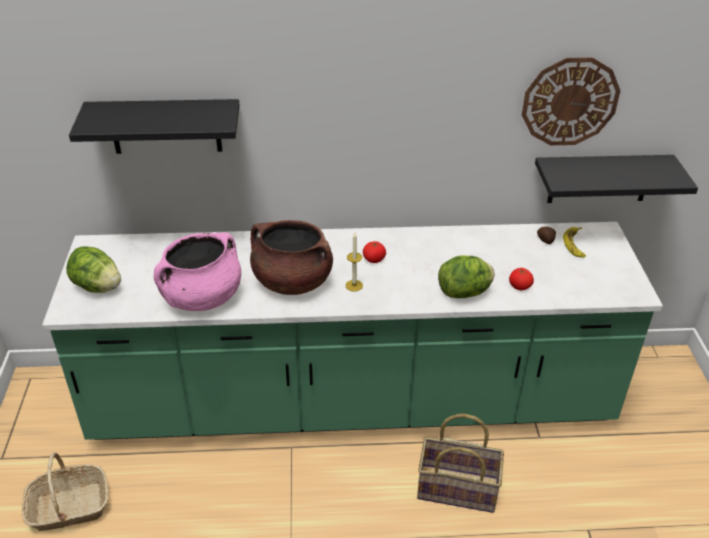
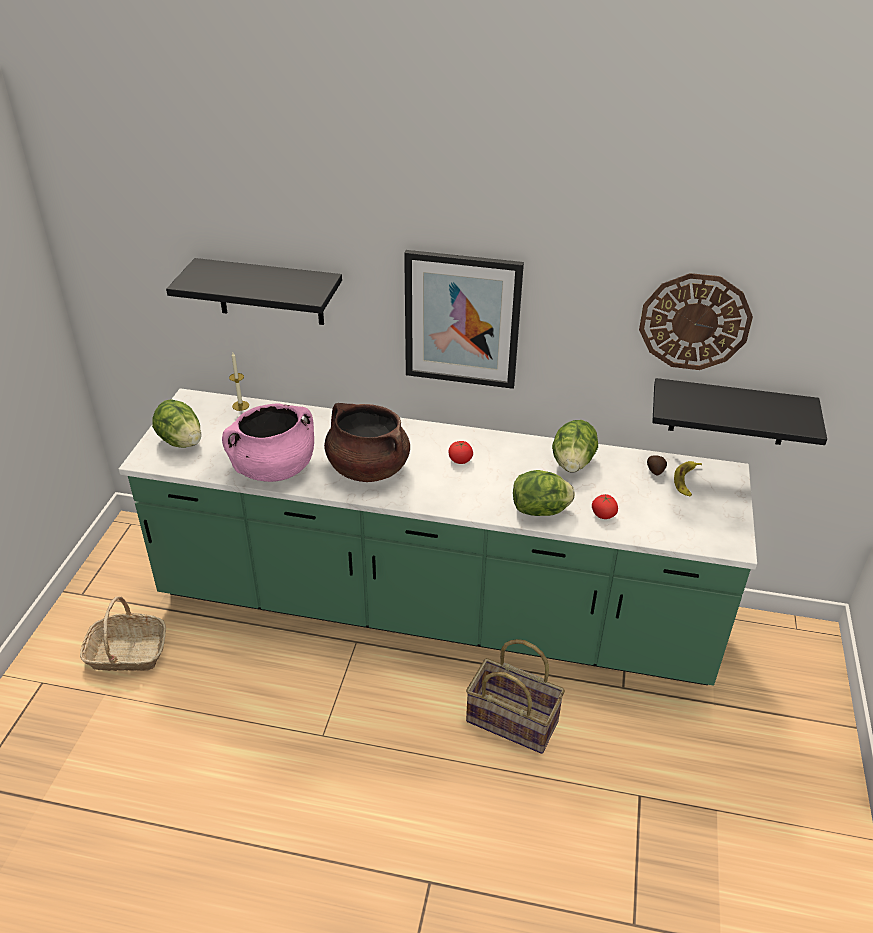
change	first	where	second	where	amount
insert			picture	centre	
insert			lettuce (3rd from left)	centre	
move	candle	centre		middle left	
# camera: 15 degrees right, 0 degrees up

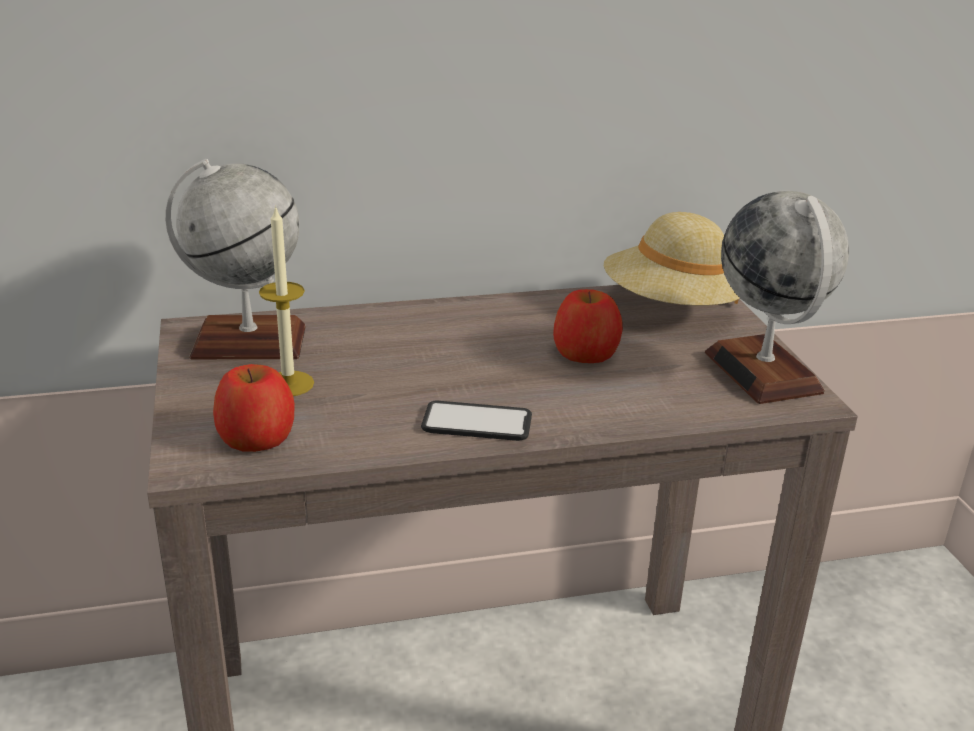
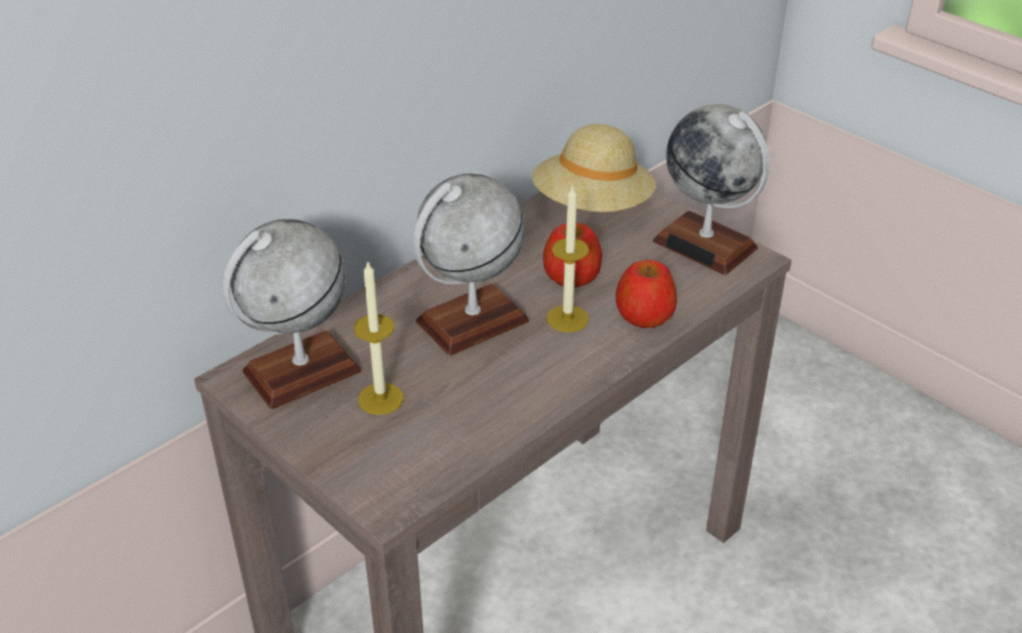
change	first	where	second	where	amount
delete	phone	centre			
insert			globe (2nd from left)	centre	
insert			candle (2nd from left)	centre	
move	apple (1st from left in the first image)	middle left	apple (2nd from left)	centre	
# camera: 30 degrees left, 10 degrees up

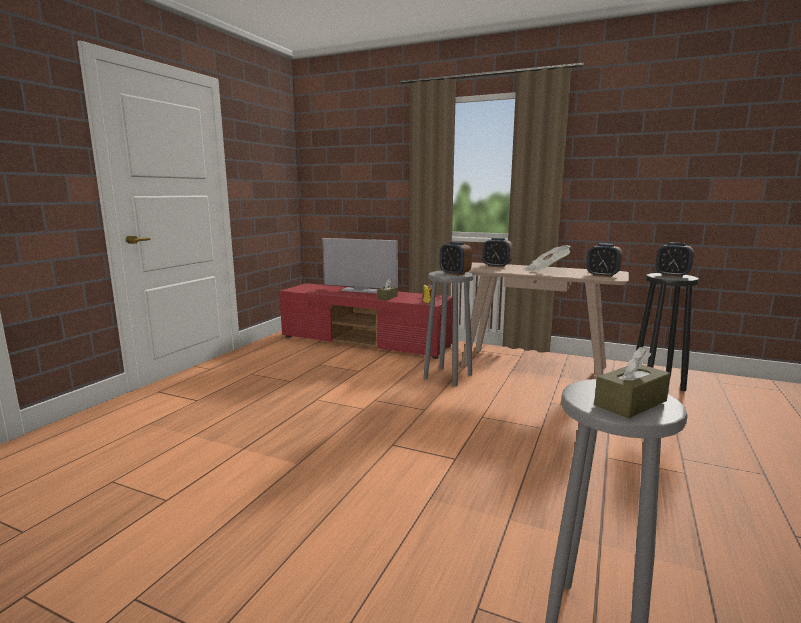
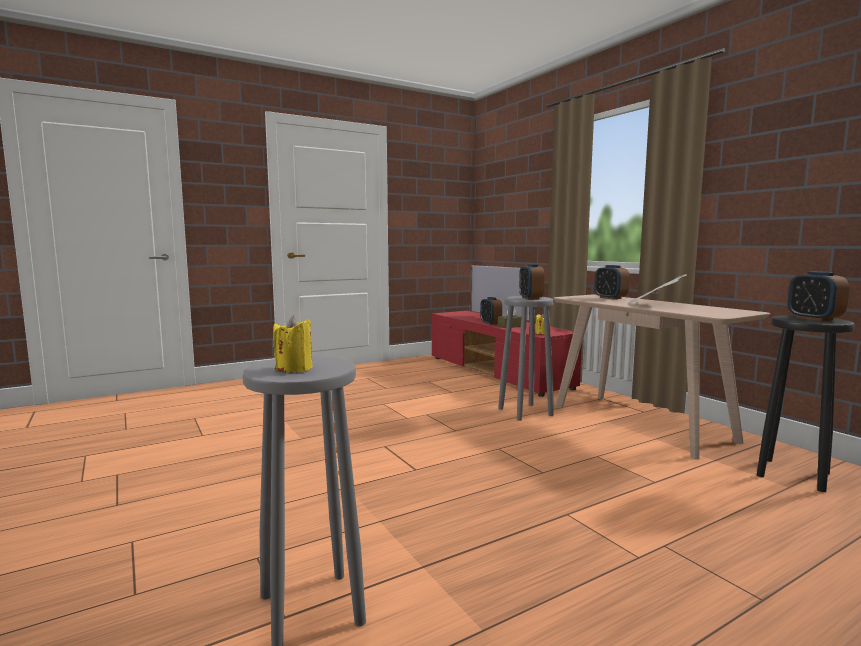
change	first	where	second	where	amount
move	alarm clock (3rd from left in the first image)	middle right	alarm clock (1st from left)	centre	
replace	tissue box (brown) (2nd from left)	middle right	candle (yellow) (1st from left)	centre	
# camera: 35 degrees right, 5 degrees down

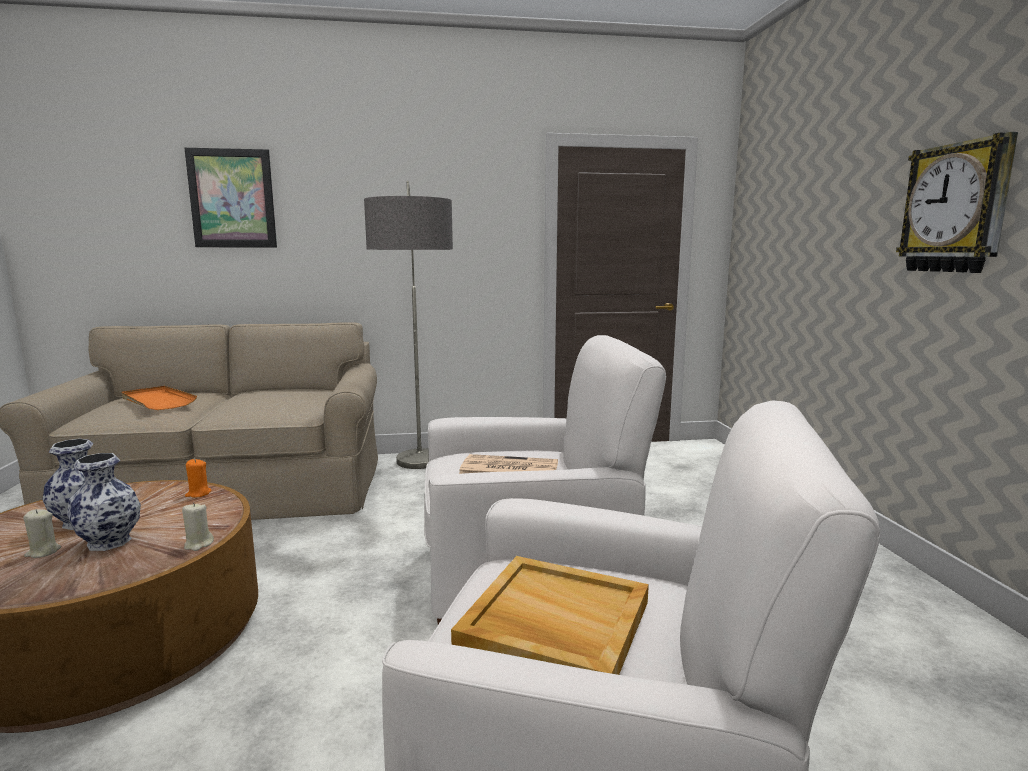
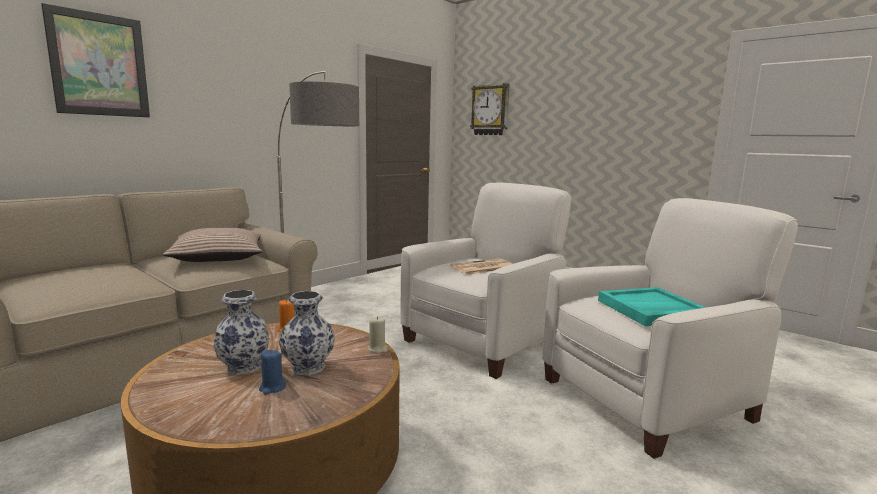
change	first	where	second	where	amount
delete	tray (orange)	middle left			
insert			pillow	middle left	
move	wall clock	top right		top centre	
recolor	candle (beige) (1st from left)	bottom left	candle (blue)	bottom left	
recolor	tray (beige)	bottom centre	tray (turquoise)	middle right	
# camera: 40 degrees left, 0 degrees up

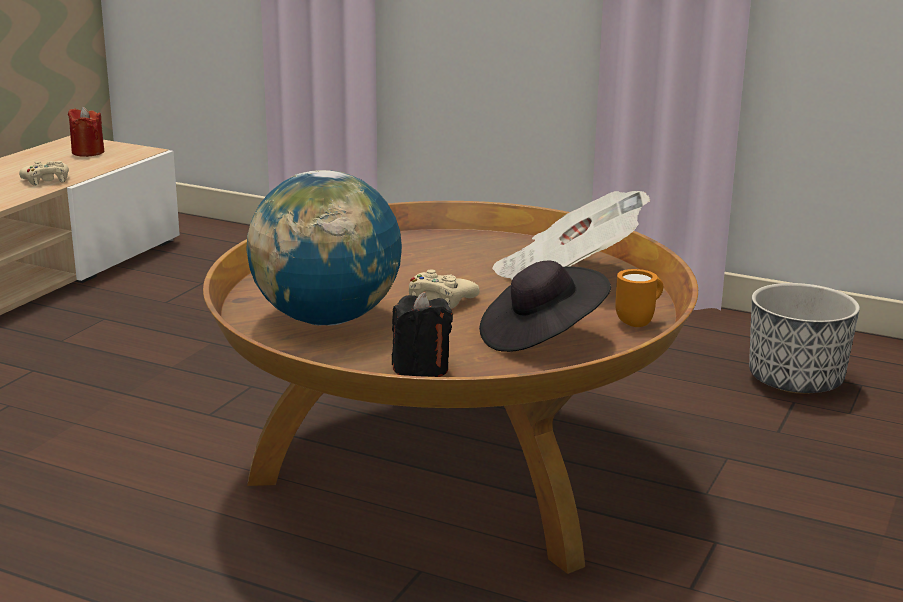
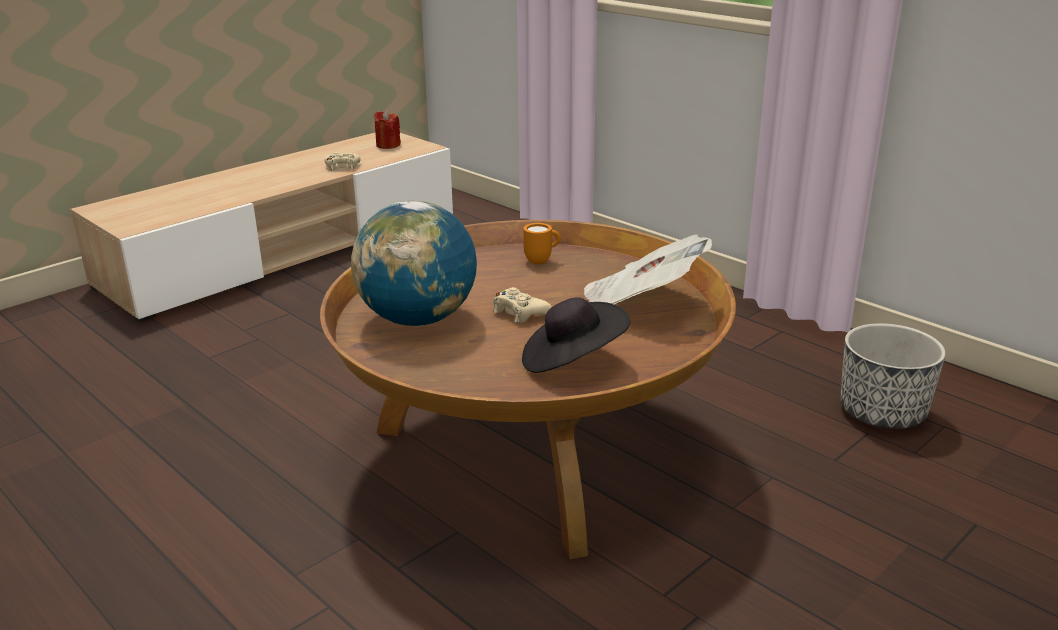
change	first	where	second	where	amount
delete	candle (black)	centre			
move	mug (orange)	middle right		centre	
# camera: 20 degrees right, 5 degrees up

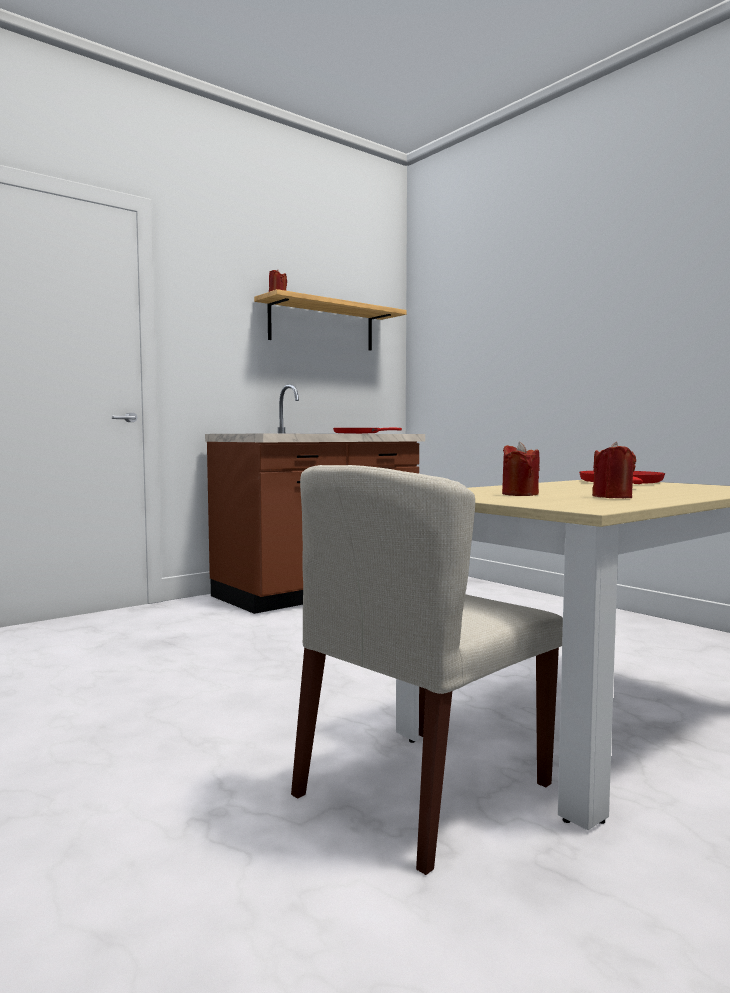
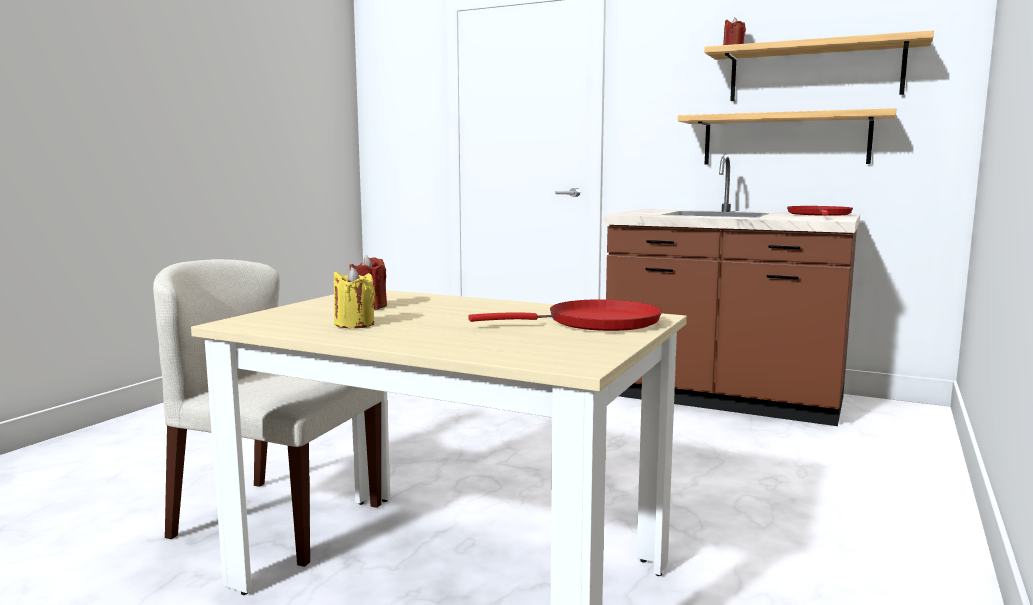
change	first	where	second	where	amount
insert			shelf (1st from left)	top right	
recolor	candle (red) (3rd from left)	middle right	candle (yellow)	centre	
# camera: 65 degrees right, 5 degrees up

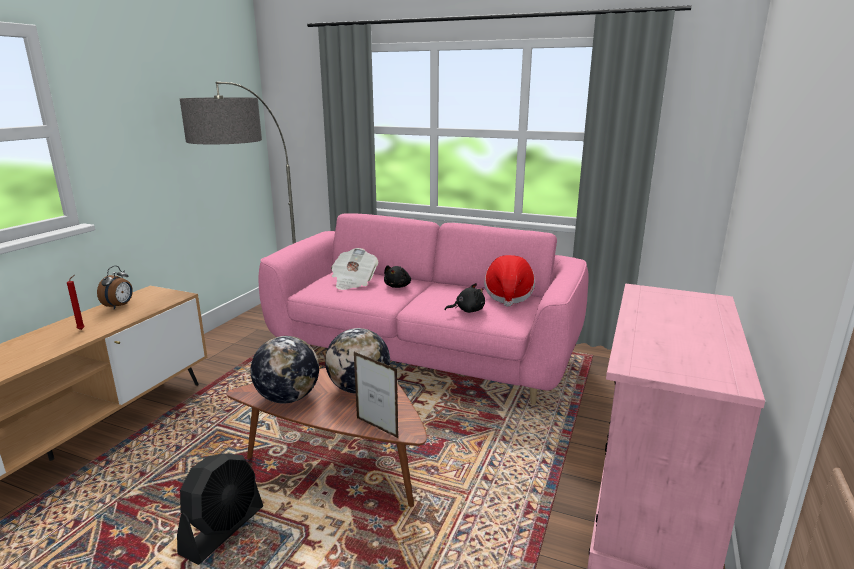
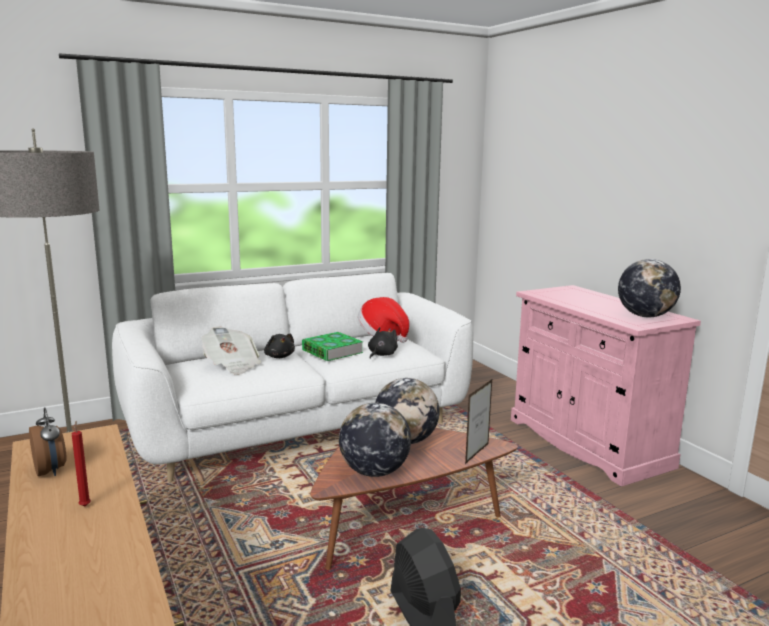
change	first	where	second	where	amount
insert			book	centre	
insert			globe (3rd from left)	middle right	
recolor	sofa (pink)	centre	sofa (white)	centre	
rotate	picture frame	bottom centre		bottom centre	45 degrees counterclockwise
# camera: 50 degrees left, 5 degrees down

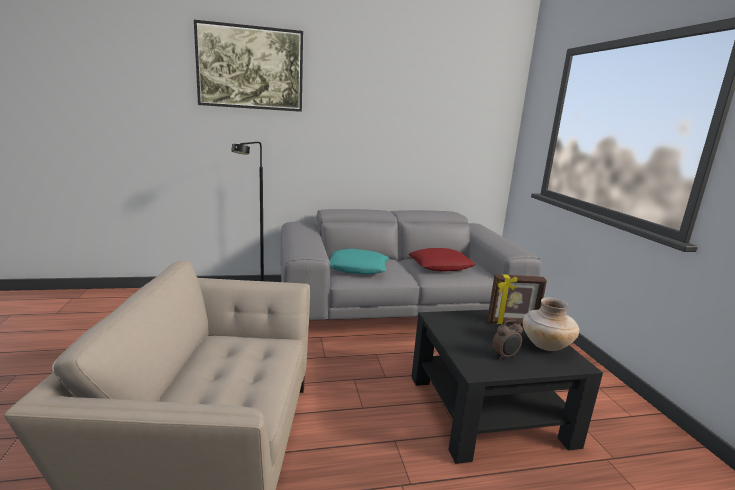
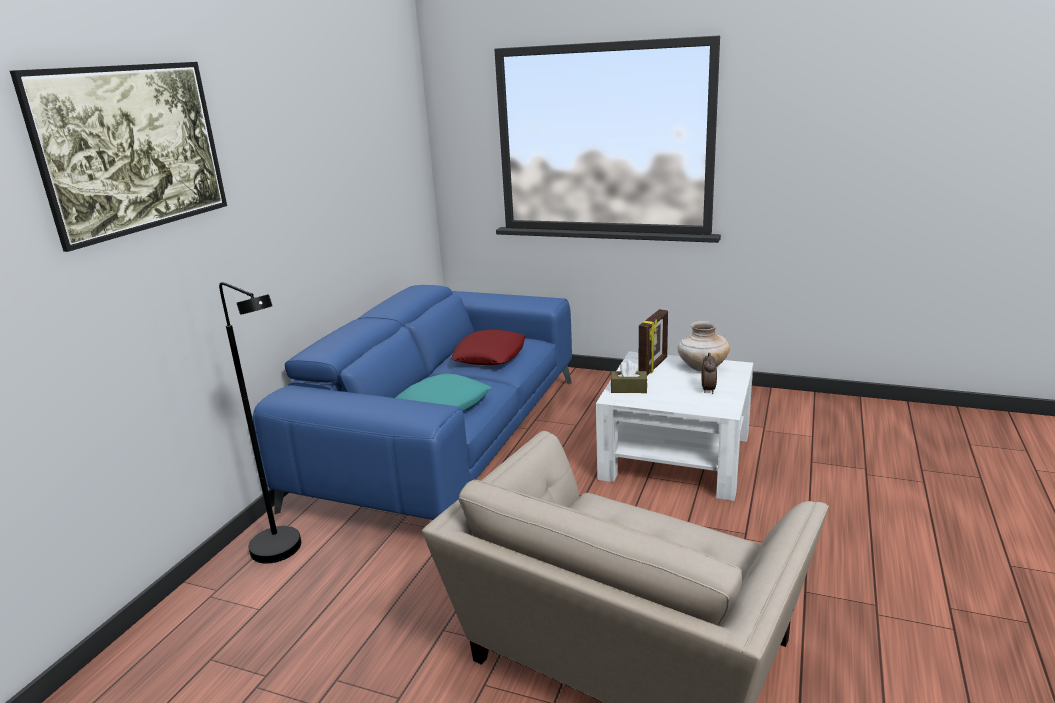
change	first	where	second	where	amount
insert			tissue box (brown)	centre	
recolor	sofa (grey)	centre	sofa (blue)	centre	
recolor	coffee table (black)	bottom right	coffee table (white)	centre	
# camera: 55 degrees left, 5 degrees up

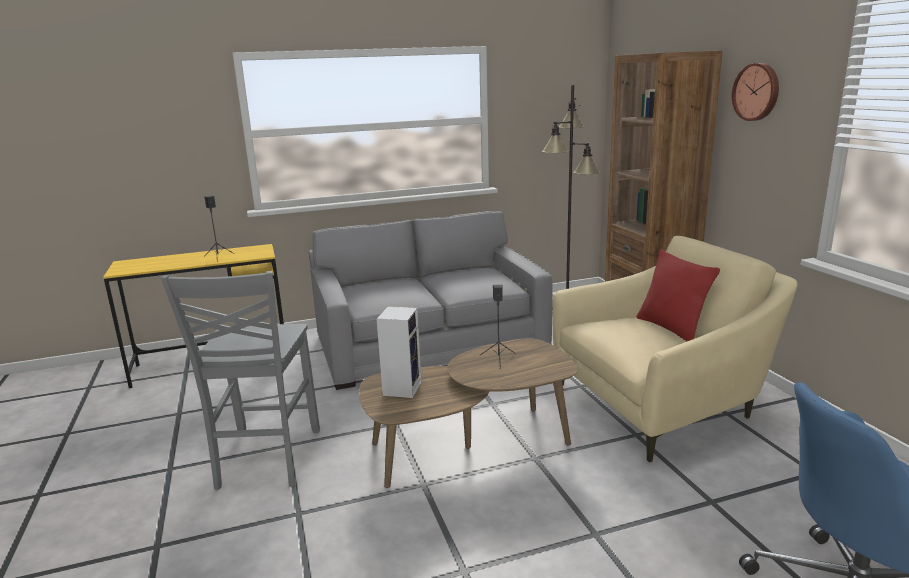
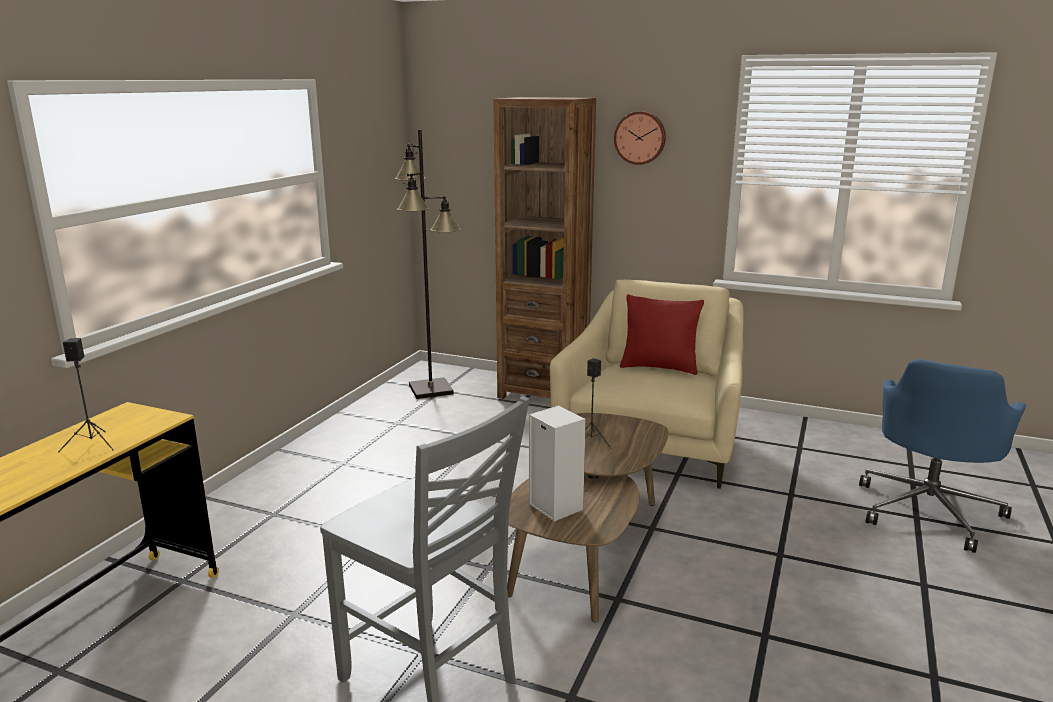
change	first	where	second	where	amount
delete	sofa (grey)	centre			
# camera: 50 degrees left, 0 degrees up

